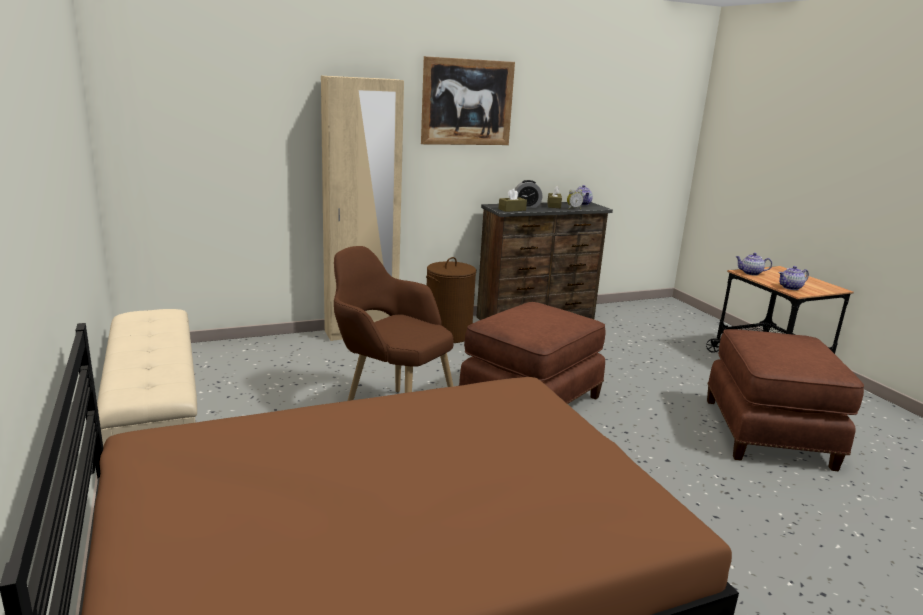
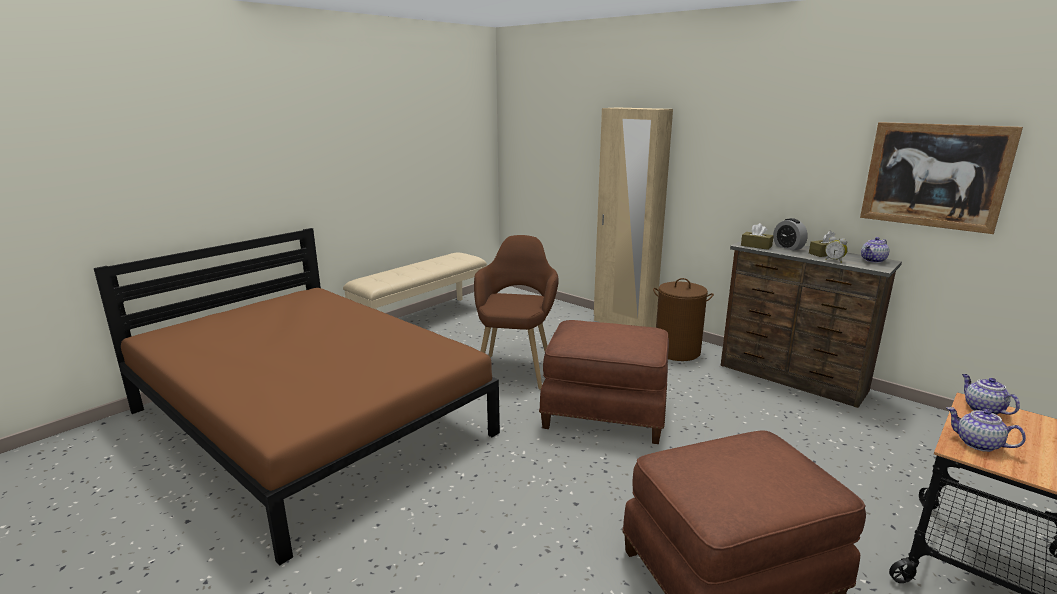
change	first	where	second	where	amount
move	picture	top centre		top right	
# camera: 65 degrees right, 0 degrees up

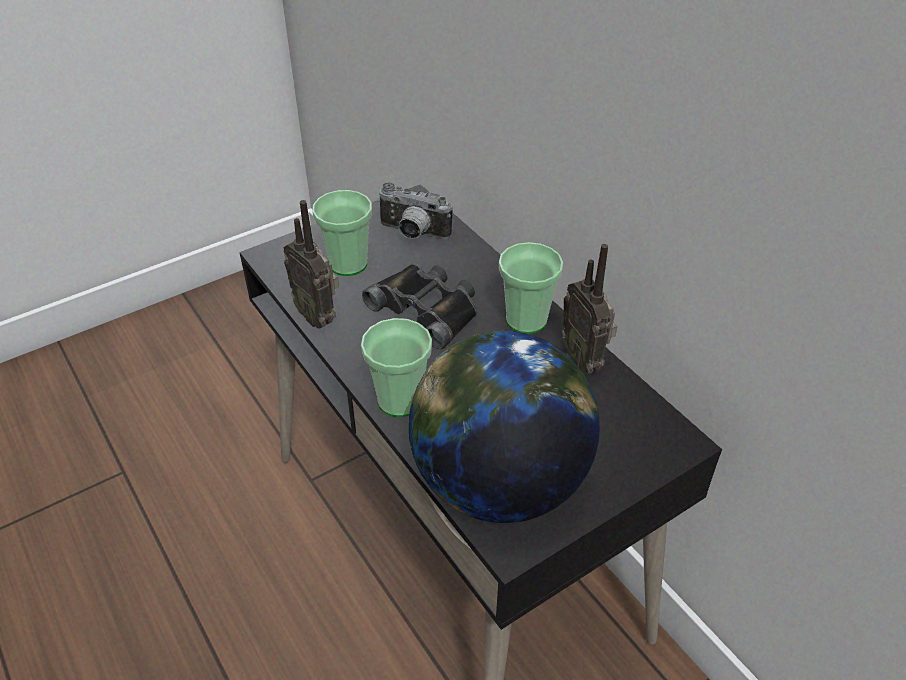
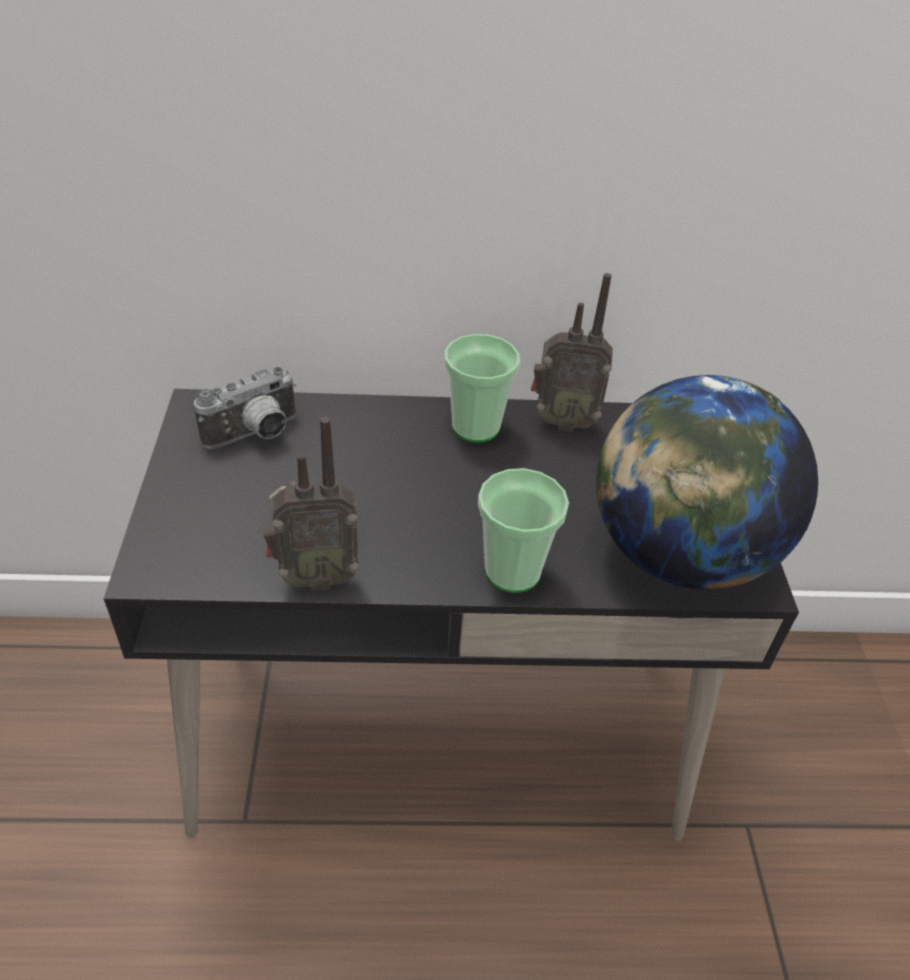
change	first	where	second	where	amount
delete	cup (1st from left)	centre			
delete	binoculars (black)	centre			
# camera: 60 degrees left, 0 degrees up

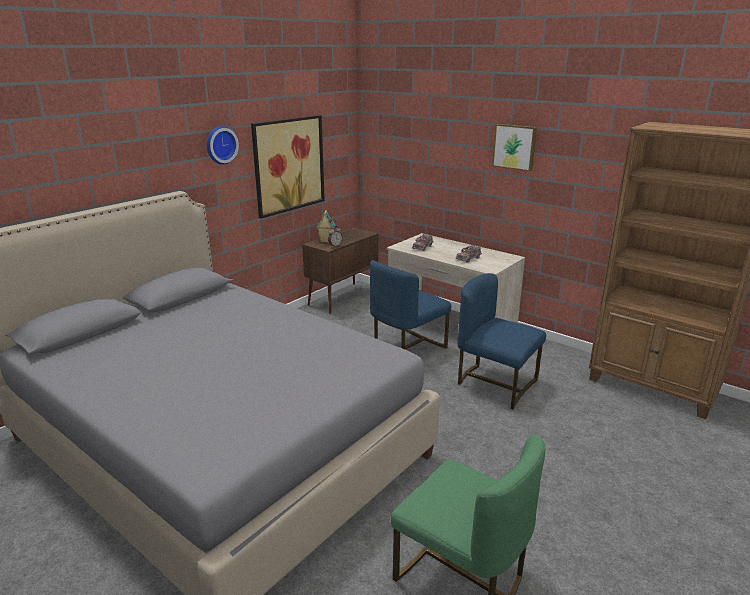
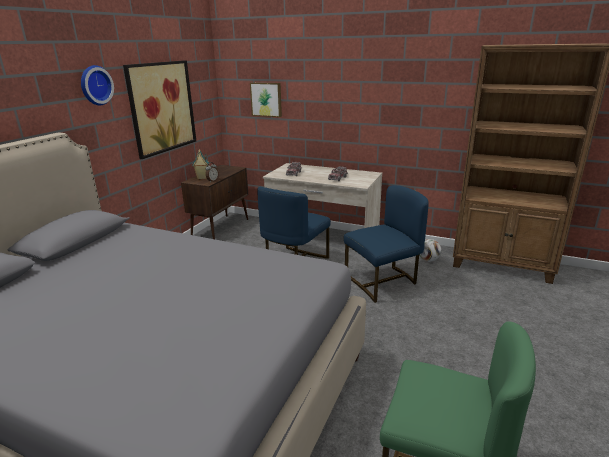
change	first	where	second	where	amount
insert			football	middle right	
move	picture (2nd from left)	top right		top centre	
rotate	chair (blue) (2nd from left)	middle right		centre	135 degrees clockwise
# camera: 15 degrees left, 0 degrees up

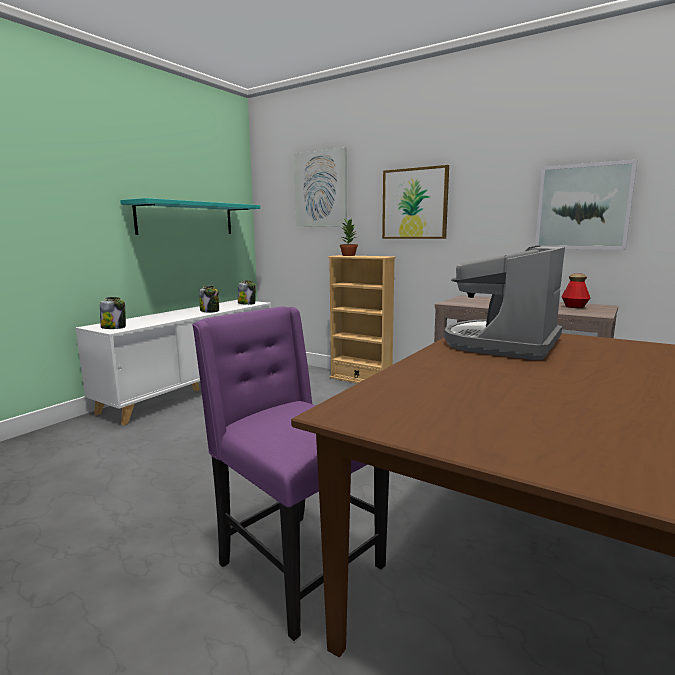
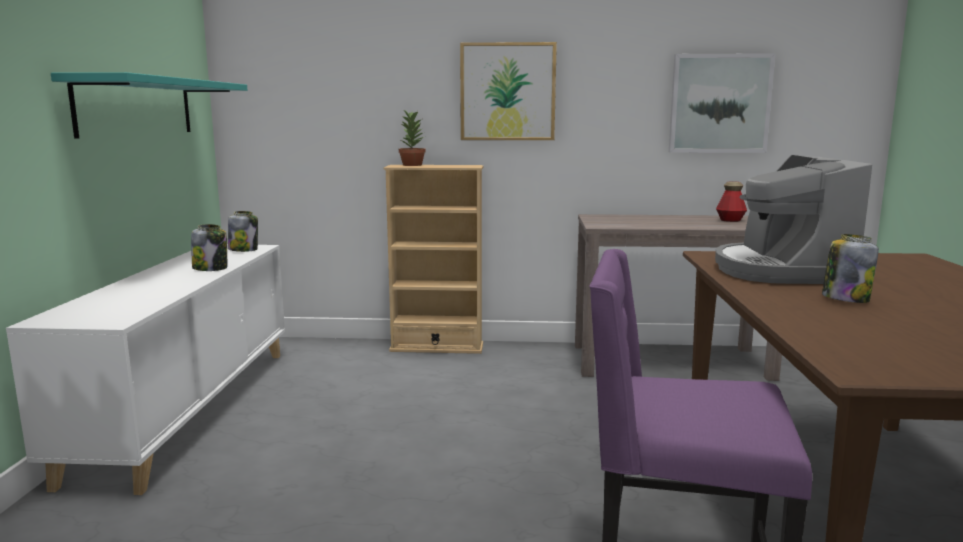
change	first	where	second	where	amount
delete	picture (1st from left)	top centre			
move	jar (1st from left in the first image)	middle left	jar (3rd from left)	middle right	
# camera: 30 degrees left, 0 degrees up

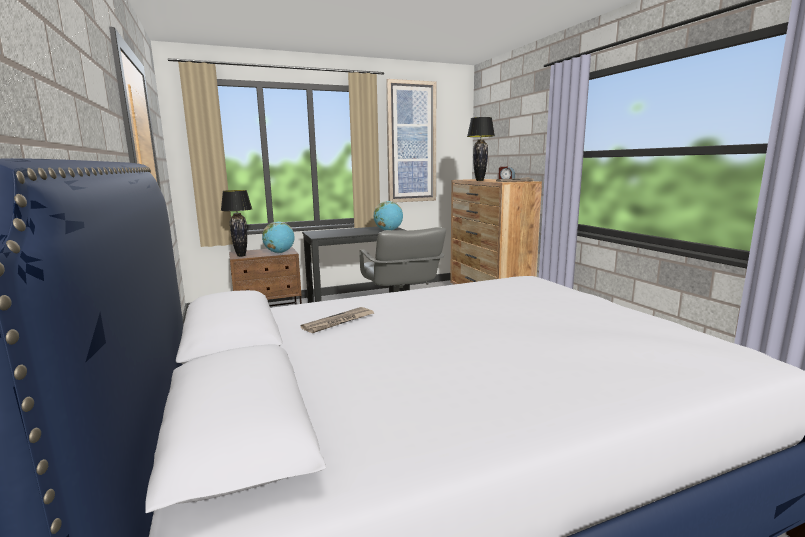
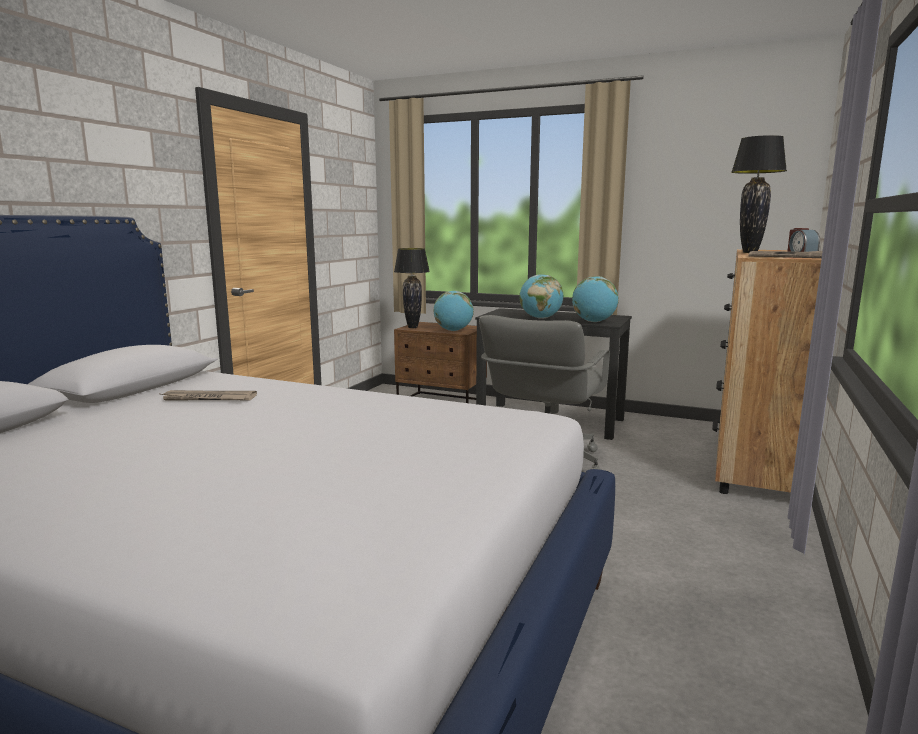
change	first	where	second	where	amount
delete	picture	top centre			
insert			globe (2nd from left)	centre	
# camera: 45 degrees right, 0 degrees up

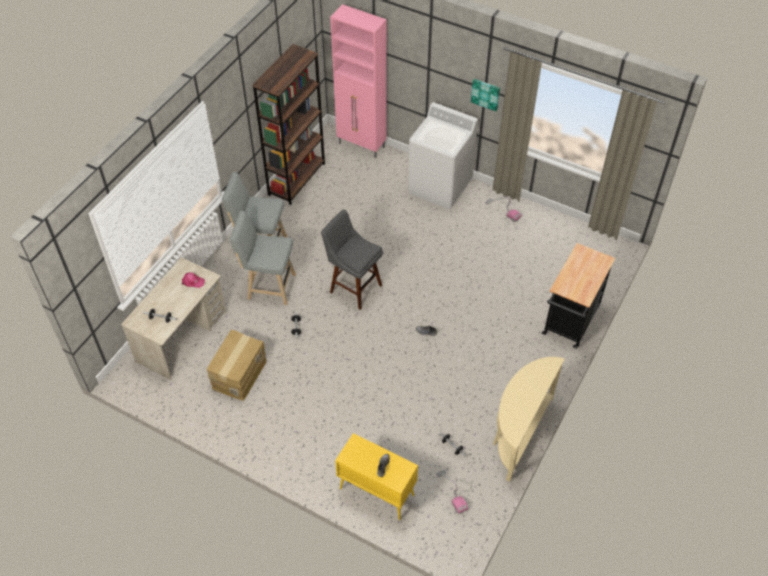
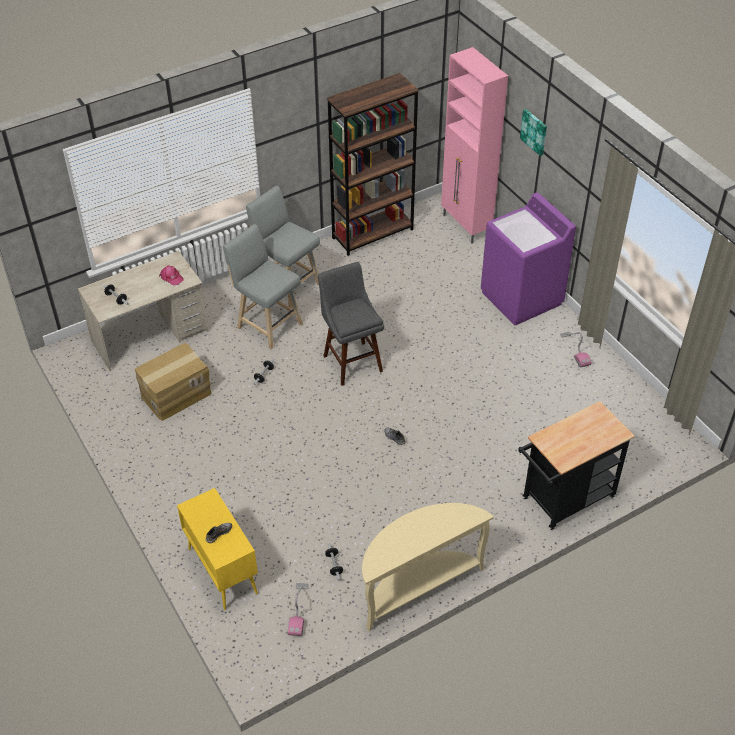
change	first	where	second	where	amount
move	picture	top centre		top right	
recolor	washing machine (white)	top centre	washing machine (purple)	middle right	
# camera: 30 degrees right, 5 degrees down

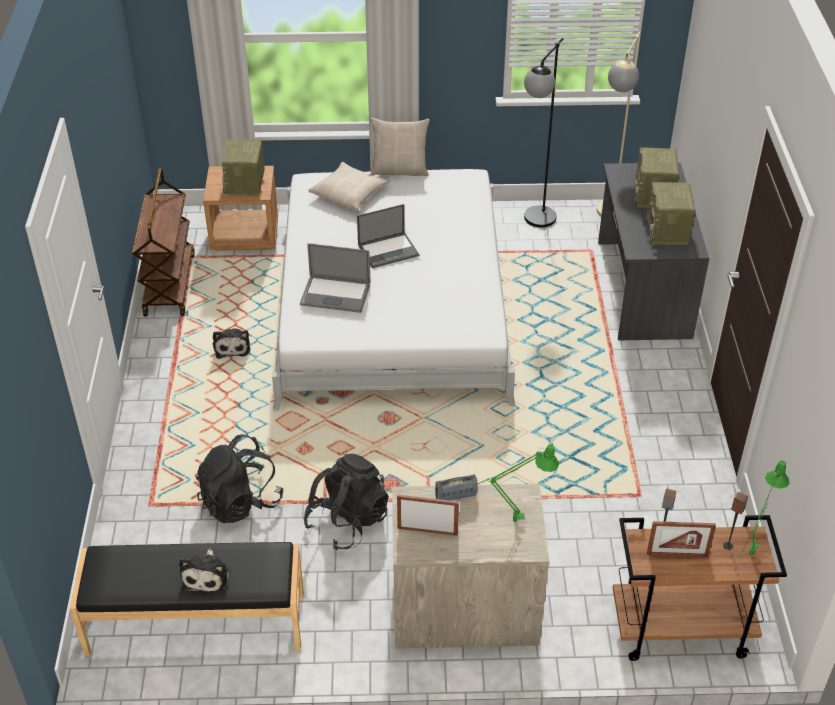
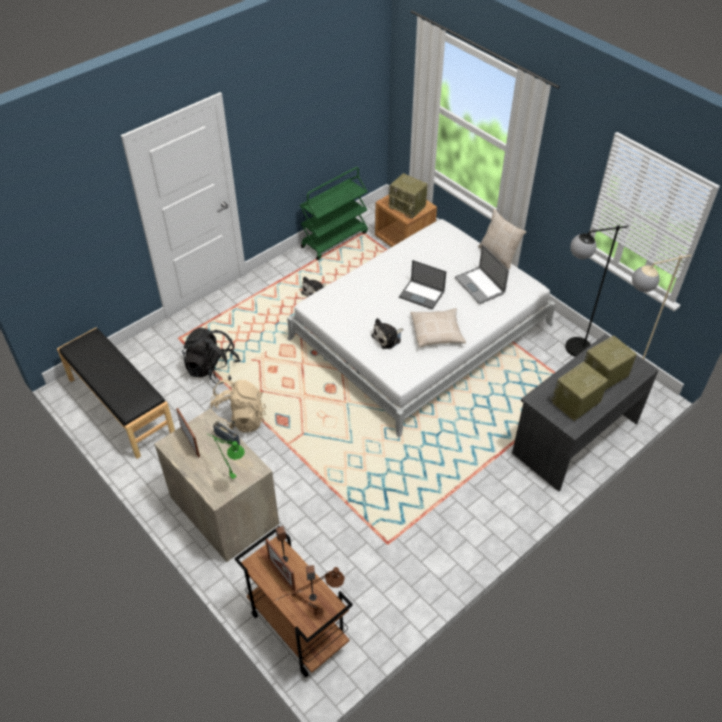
change	first	where	second	where	amount
move	plush toy (1st from left in the first image)	bottom left	plush toy (2nd from left)	centre	
move	laptop (1st from left in the first image)	centre	laptop (2nd from left)	middle right	
move	pillow (beige) (1st from left)	top centre		centre	
recolor	cart (brown) (1st from left)	middle left	cart (green)	top centre	
recolor	backpack (black) (2nd from left)	bottom centre	backpack (beige)	middle left	
recolor	table lamp (green) (2nd from left)	bottom right	table lamp (brown)	bottom centre	
rotate	radio (1st from left in the first image)	top left	radio (2nd from left)	top centre	105 degrees counterclockwise
# camera: 50 degrees right, 5 degrees up

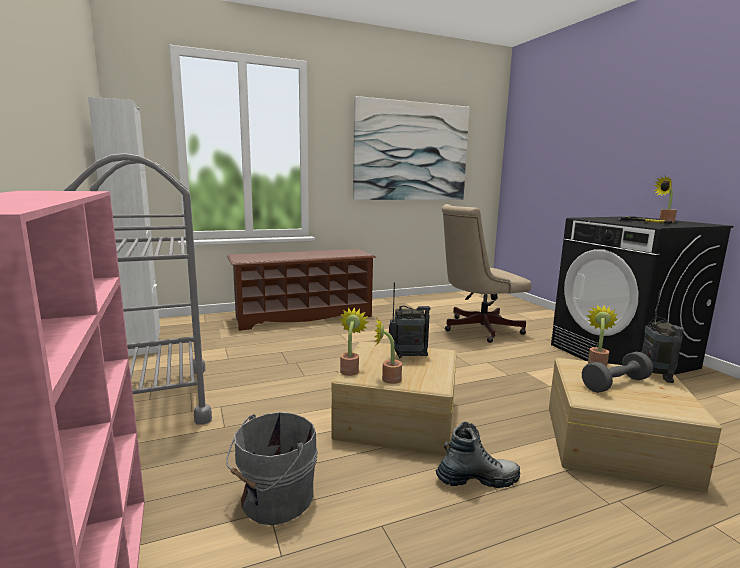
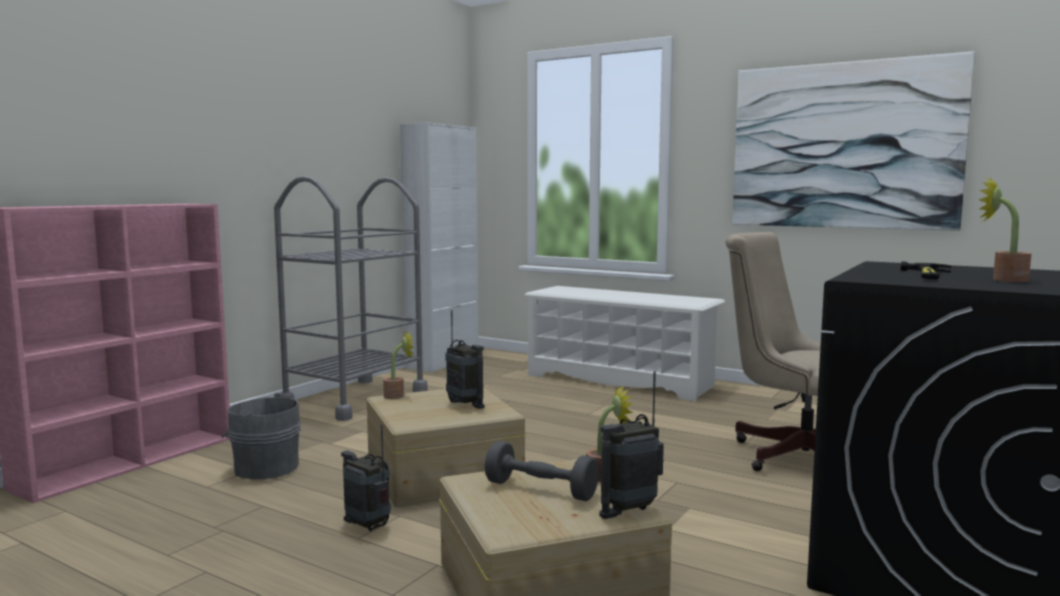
change	first	where	second	where	amount
delete	potted plant (2nd from left)	centre			
replace	boot	bottom centre	radio (1st from left)	bottom centre	
recolor	shoe rack (brown)	centre	shoe rack (white)	centre	
# camera: 55 degrees right, 5 degrees down

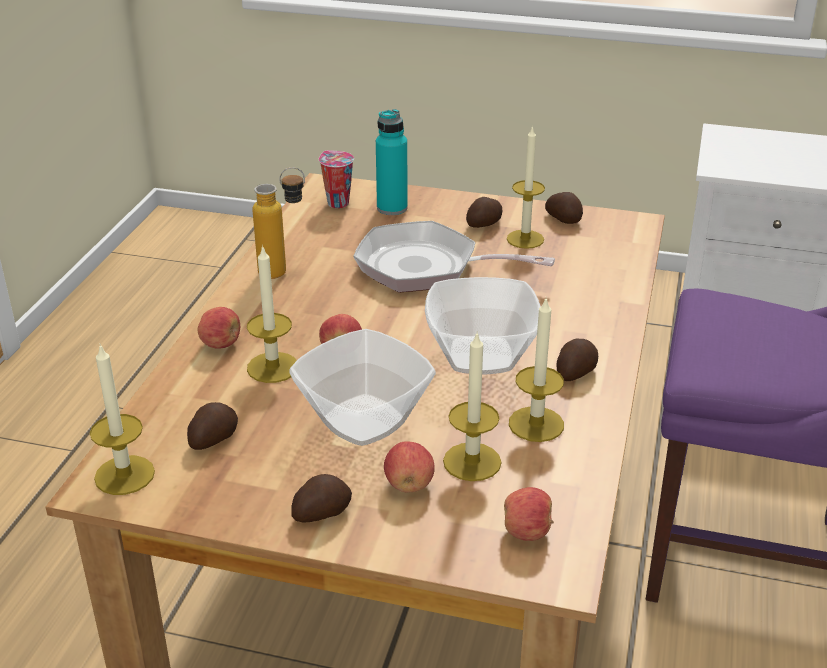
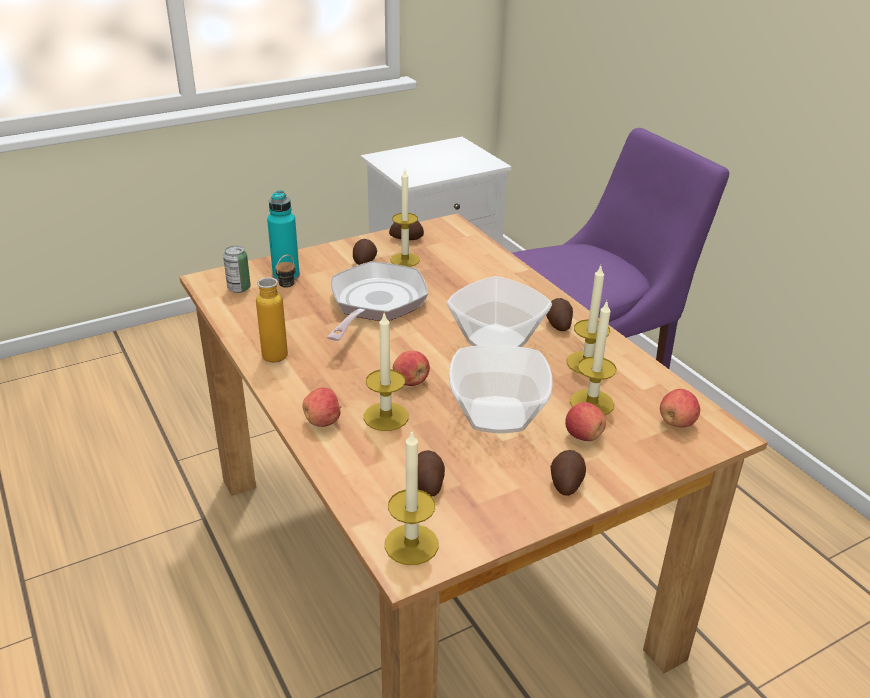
change	first	where	second	where	amount
replace	cup	top centre	can	middle left	
rotate	frying pan	centre		centre	135 degrees clockwise
# camera: 45 degrees left, 0 degrees up

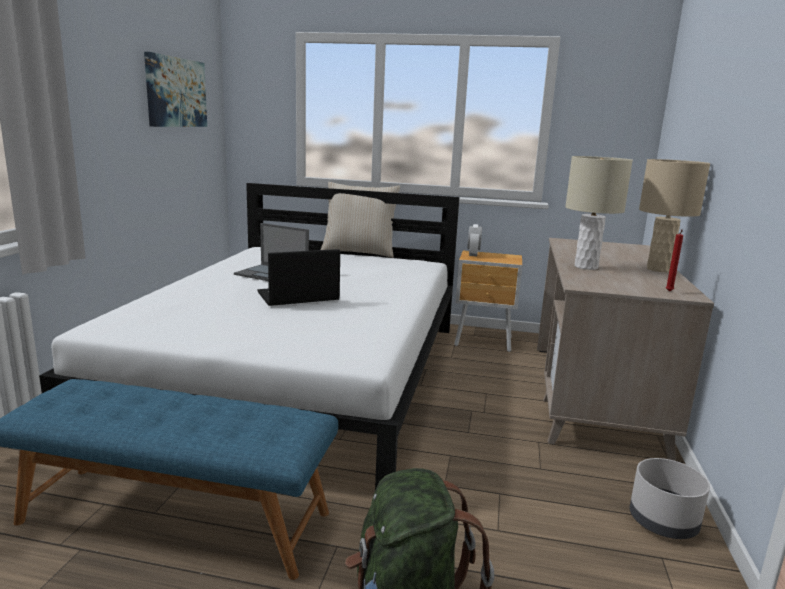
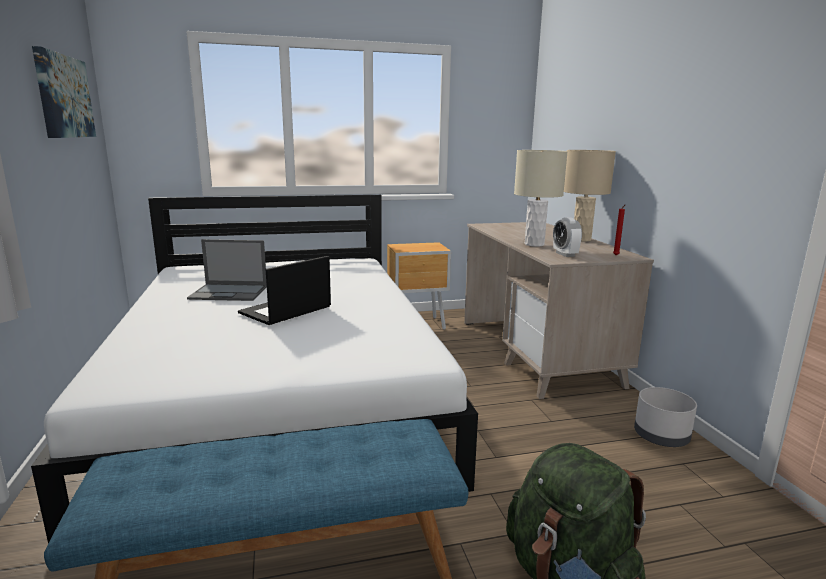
change	first	where	second	where	amount
delete	pillow (beige)	centre			
move	alarm clock	centre		middle right	
# camera: 25 degrees left, 0 degrees up

